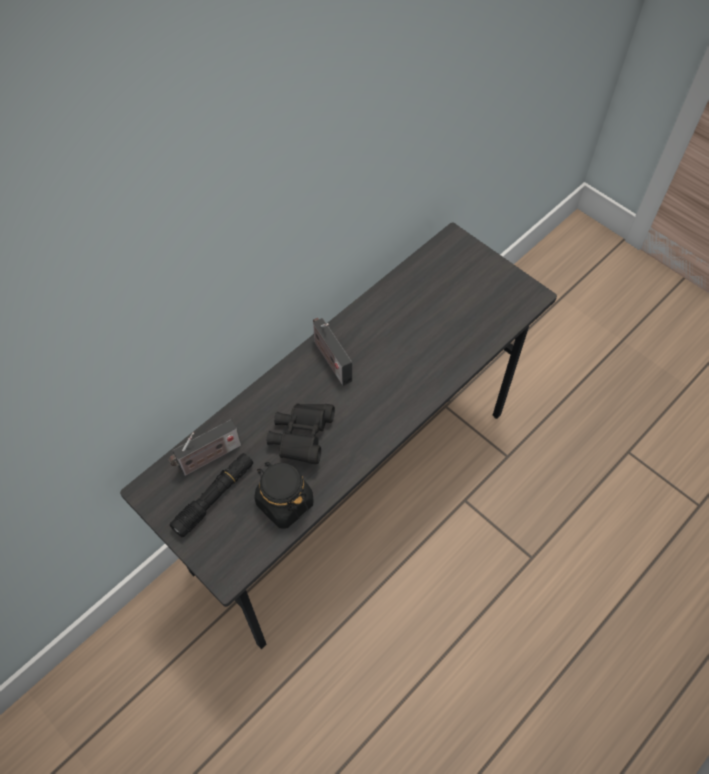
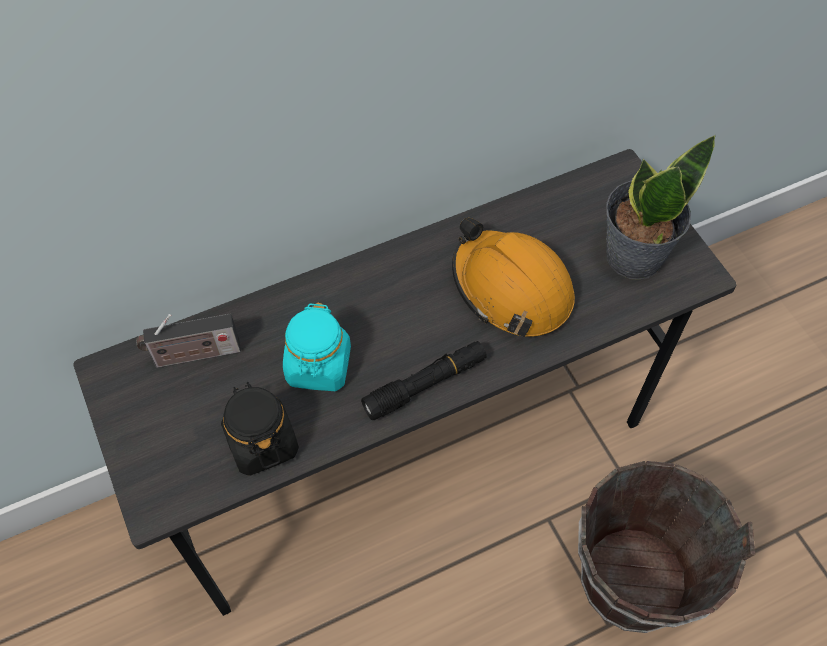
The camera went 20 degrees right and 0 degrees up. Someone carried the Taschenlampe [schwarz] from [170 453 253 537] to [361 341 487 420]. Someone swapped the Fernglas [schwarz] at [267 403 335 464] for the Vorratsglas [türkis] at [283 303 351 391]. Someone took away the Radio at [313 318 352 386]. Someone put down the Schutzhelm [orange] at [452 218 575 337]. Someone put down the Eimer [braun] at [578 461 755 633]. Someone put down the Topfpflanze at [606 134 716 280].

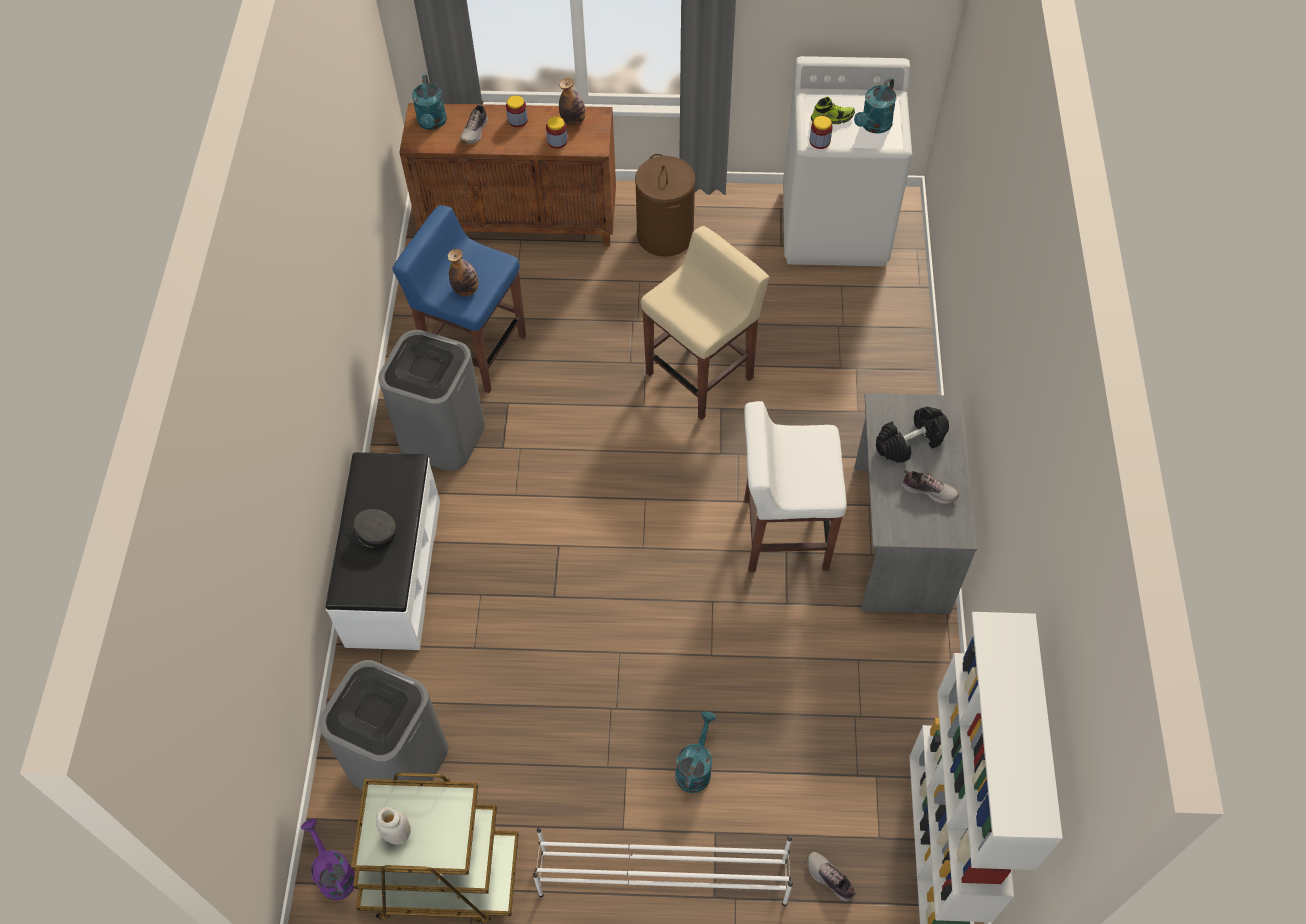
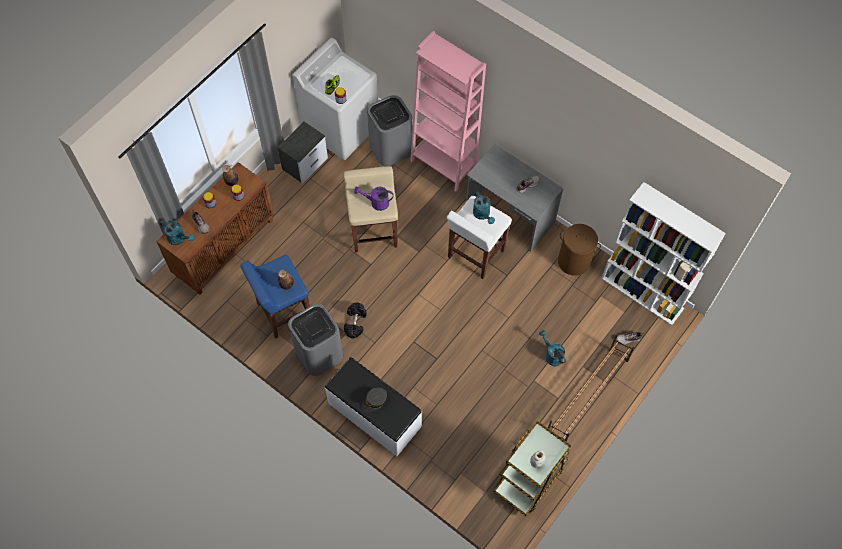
The camera went 55 degrees left and 5 degrees up. Someone carried the Gießkanne [lila] from [301 819 355 900] to [354 187 394 211]. Someone carried the Mülleimer [grau] from [319 660 448 790] to [367 95 412 166]. Someone repainted the Schuhregal [weiß] at [533 828 793 906], which became the Schuhregal [braun] at [547 335 634 441]. Someone carried the Wäschekorb [braun] from [635 154 695 257] to [558 224 601 276]. Someone carried the Gießkanne [türkis] from [854 77 897 134] to [473 191 495 224]. Someone carried the Hantel [schwarz] from [876 407 949 463] to [344 303 367 338]. Someone put down the Nachttisch at [277 122 328 184]. Someone put down the Bücherregal [rosa] at [410 31 486 192].

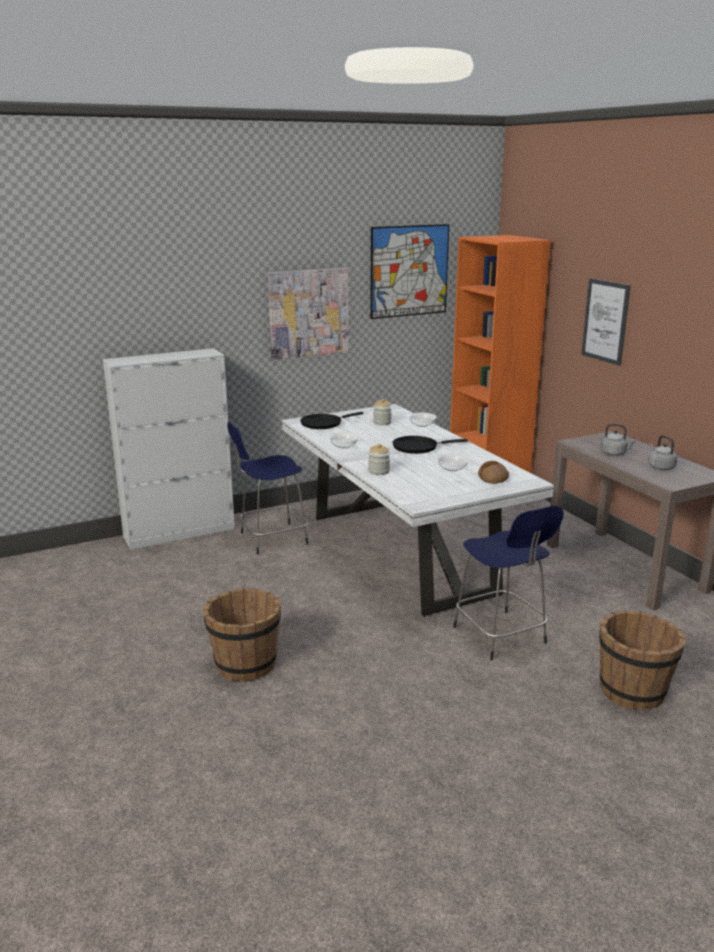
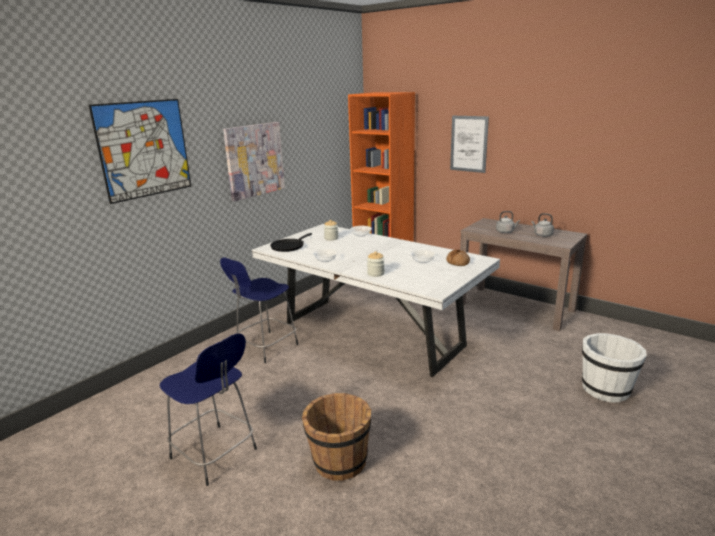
The camera went 25 degrees left and 0 degrees up. Someone took away the Schrank [weiß] at [103 348 235 550]. Someone carried the Bild from [370 224 449 319] to [89 99 192 204]. Someone took away the Pfanne [schwarz] at [393 436 468 454]. Someone carried the Hocker [blau] from [453 506 564 660] to [160 334 257 486]. Someone repainted the Eimer [braun] at [599 610 686 710], which became the Eimer [weiß] at [582 333 647 403].

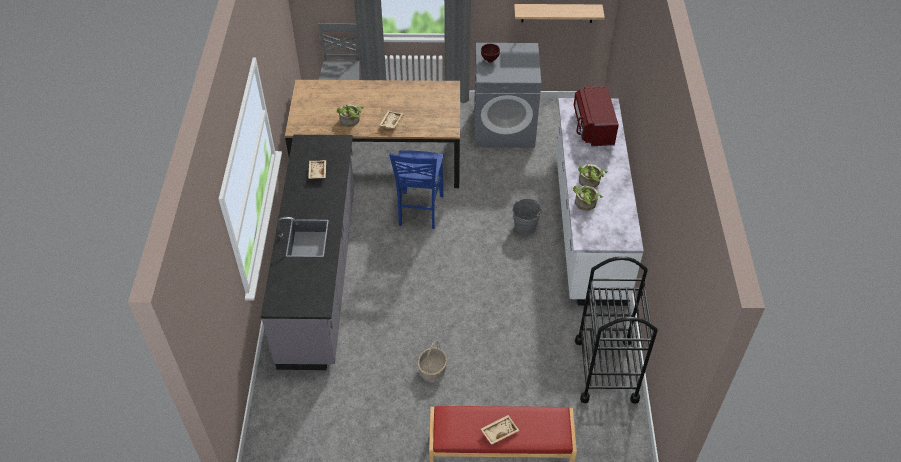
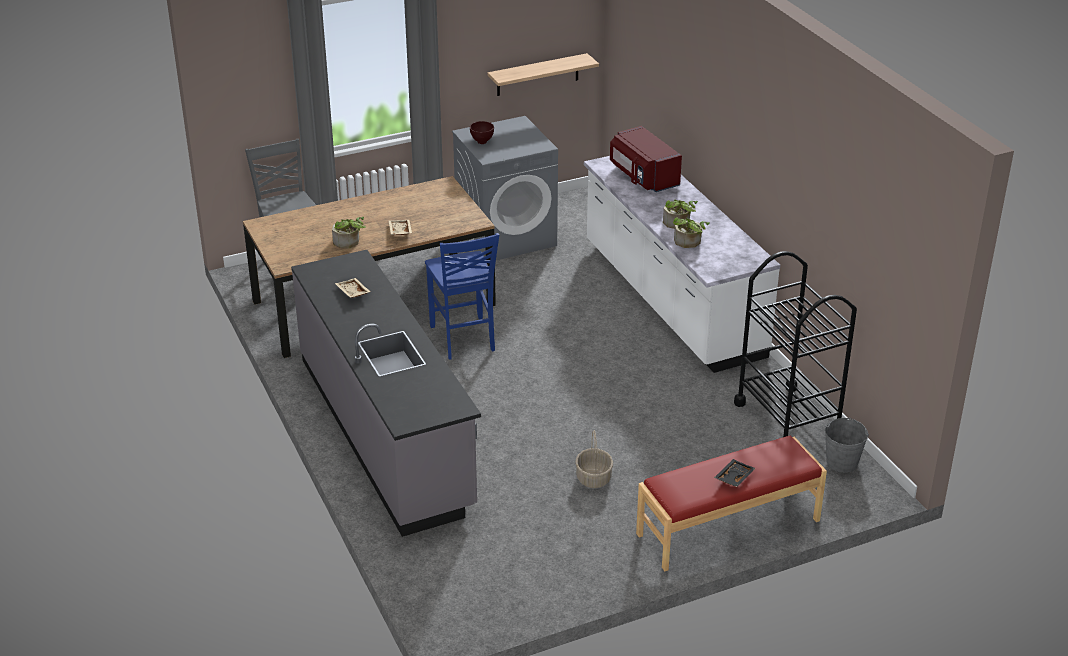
The camera went 25 degrees left and 15 degrees down. Someone repainted the Tablett [beige] at [481 415 520 445], which became the Tablett [schwarz] at [714 459 756 487]. Someone carried the Eimer [grau] from [512 198 542 235] to [825 418 869 473].

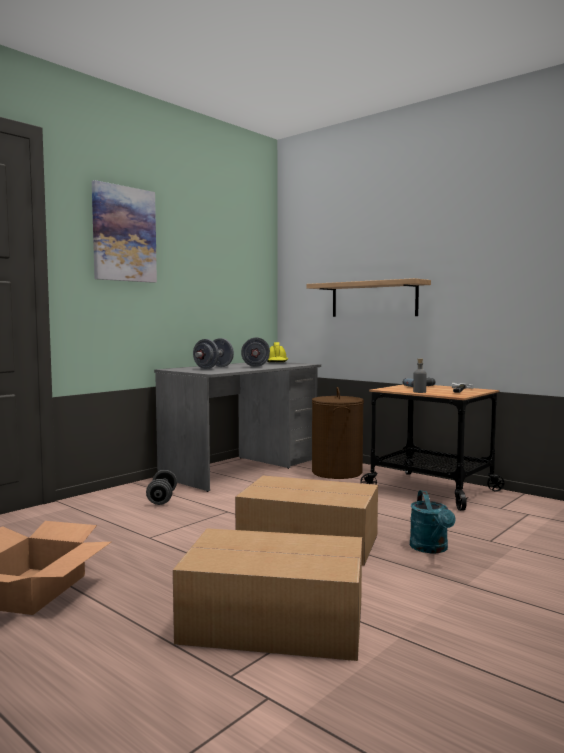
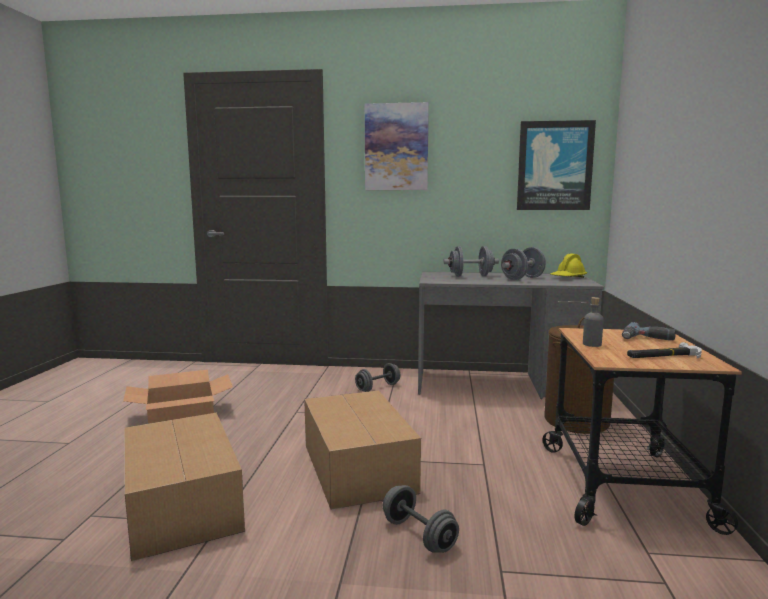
The camera went 55 degrees right and 5 degrees up. Someone took away the Wandregal at [307 278 431 317]. Someone swapped the Gießkanne [türkis] at [410 490 456 553] for the Hantel [grau] at [383 485 459 553]. Someone put up the Bild at [517 120 596 210].

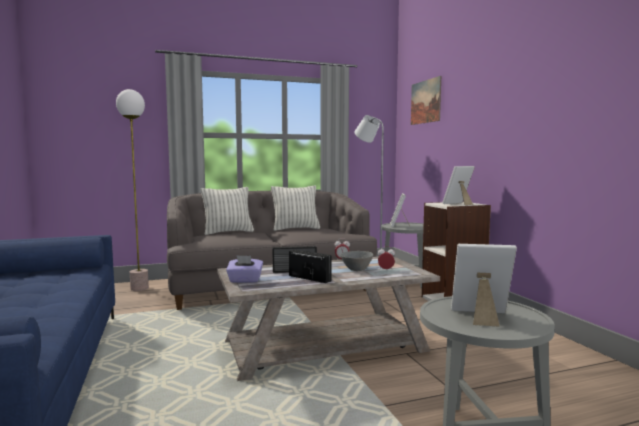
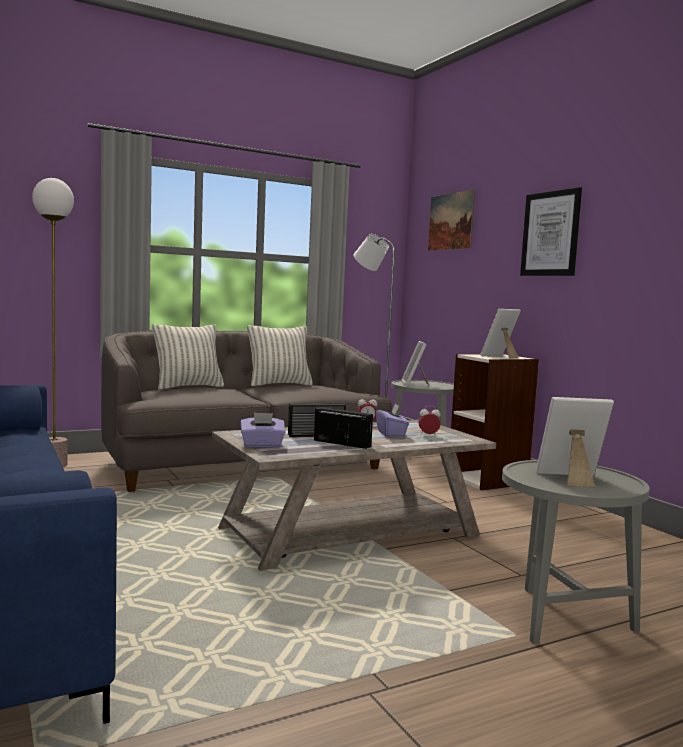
The camera went 10 degrees left and 0 degrees up. Someone swapped the Schüssel [grau] at [340 251 373 271] for the Taschentuchbox [lila] at [376 403 409 437]. Someone put up the Bild at [520 187 582 276].

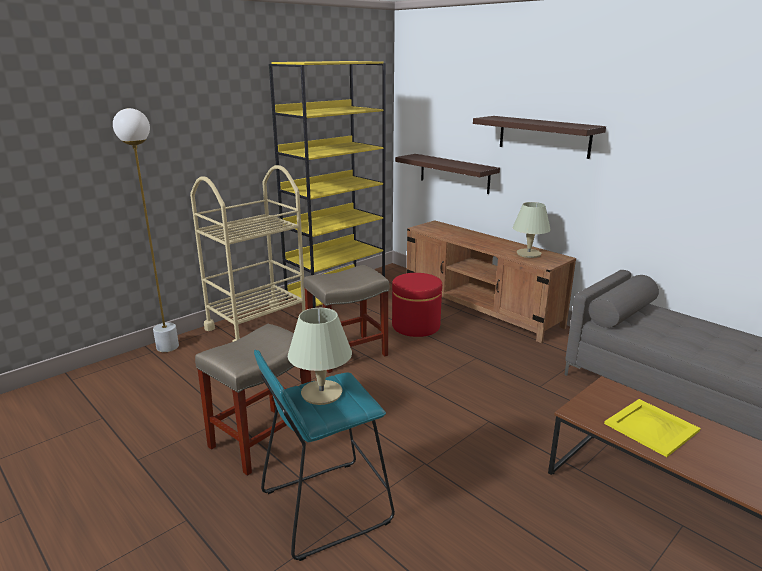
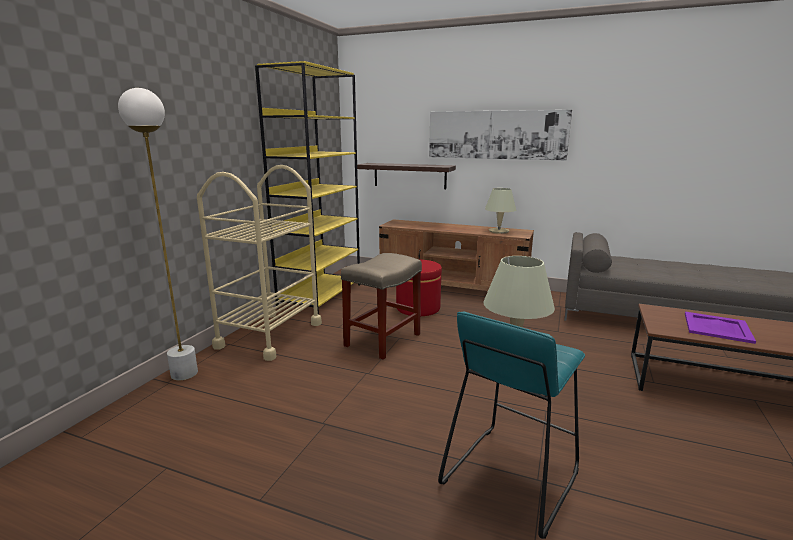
The camera went 25 degrees left and 5 degrees down. Someone took away the Hocker [beige] at [195 324 311 476]. Someone swapped the Wandregal at [473 116 606 159] for the Bild at [429 110 572 161]. Someone repainted the Tablett [gelb] at [604 399 701 457], which became the Tablett [lila] at [685 312 756 344].

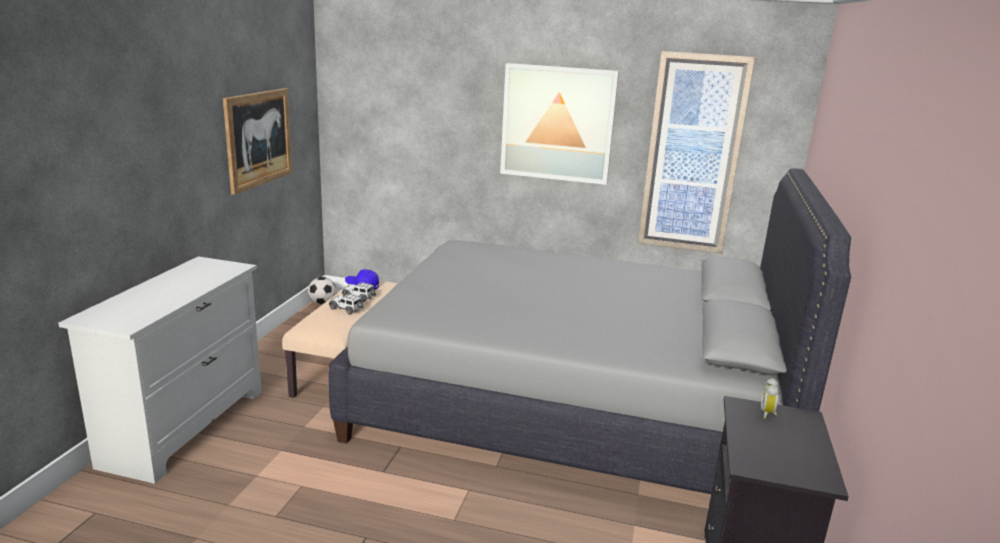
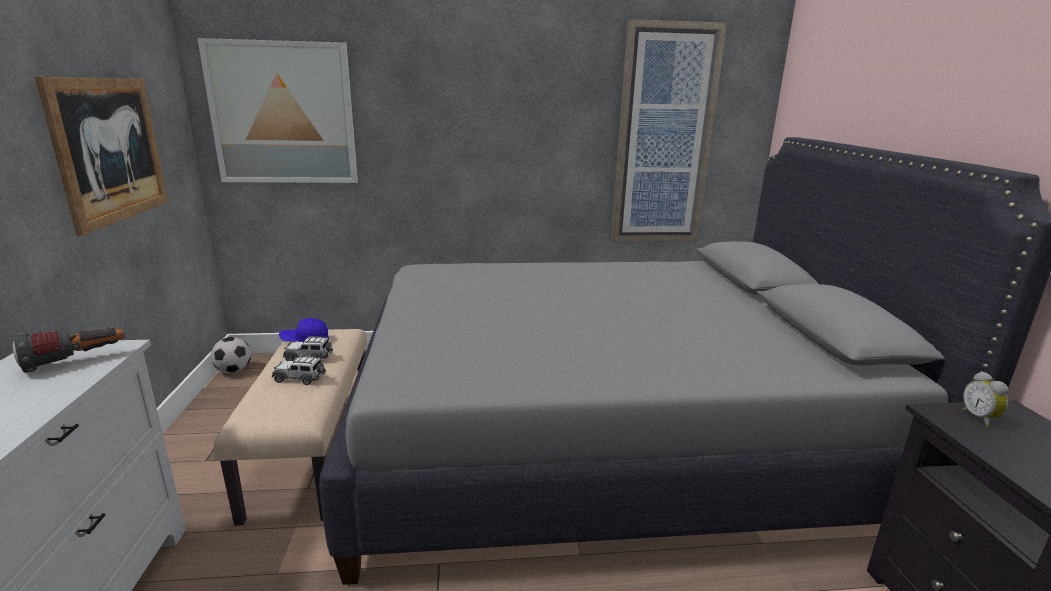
The camera went 20 degrees left and 0 degrees up. Someone carried the Bild from [500 63 619 185] to [198 38 358 183]. Someone put down the Taschenlampe at [13 328 125 373].

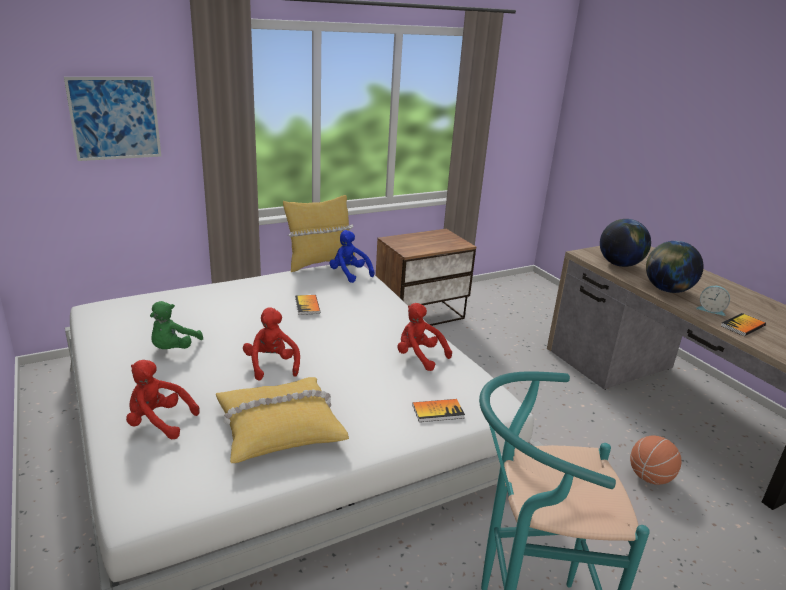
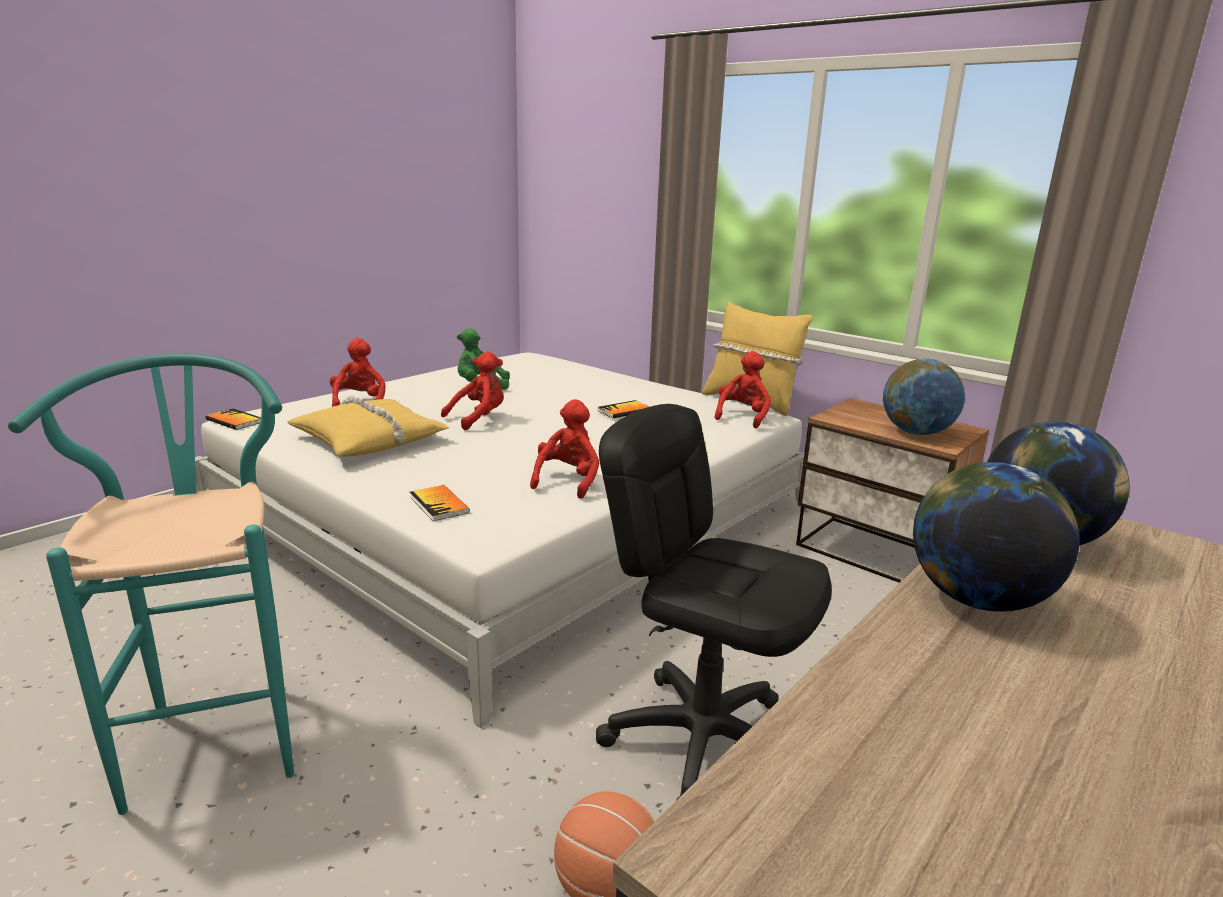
The camera went 70 degrees right and 5 degrees down. Someone took away the Bild at [64 77 161 161]. Someone repainted the Plüschtier [blau] at [329 230 375 283], which became the Plüschtier [rot] at [714 351 771 428]. Someone took away the Wecker at [696 286 730 316]. Someone carried the Buch from [721 313 766 336] to [205 408 261 430]. Someone put down the Bürostuhl [schwarz] at [596 404 832 799]. Someone put down the Globus at [883 359 965 435].

